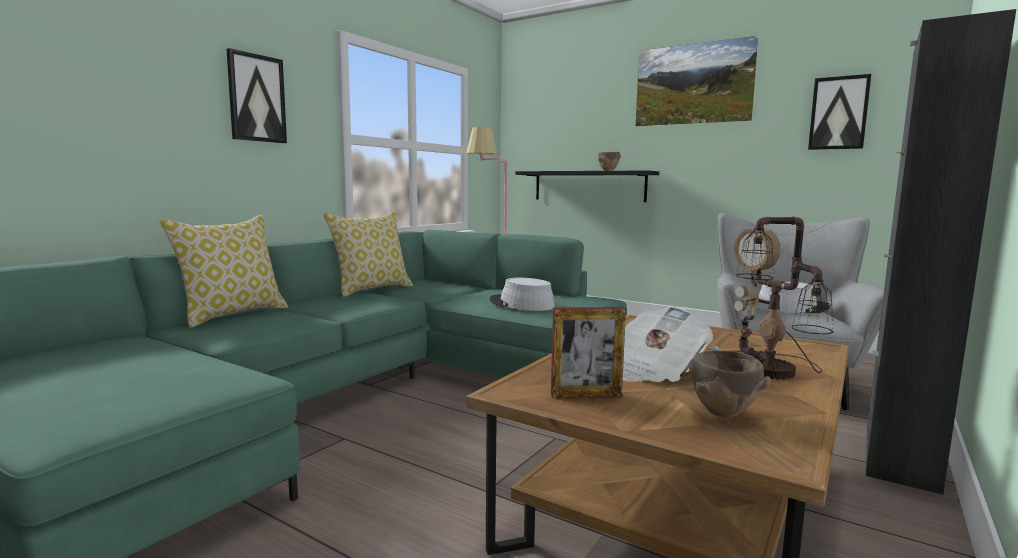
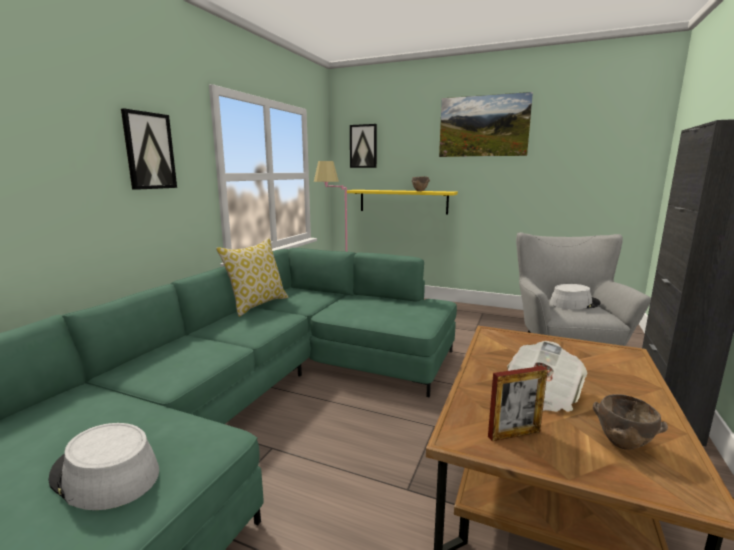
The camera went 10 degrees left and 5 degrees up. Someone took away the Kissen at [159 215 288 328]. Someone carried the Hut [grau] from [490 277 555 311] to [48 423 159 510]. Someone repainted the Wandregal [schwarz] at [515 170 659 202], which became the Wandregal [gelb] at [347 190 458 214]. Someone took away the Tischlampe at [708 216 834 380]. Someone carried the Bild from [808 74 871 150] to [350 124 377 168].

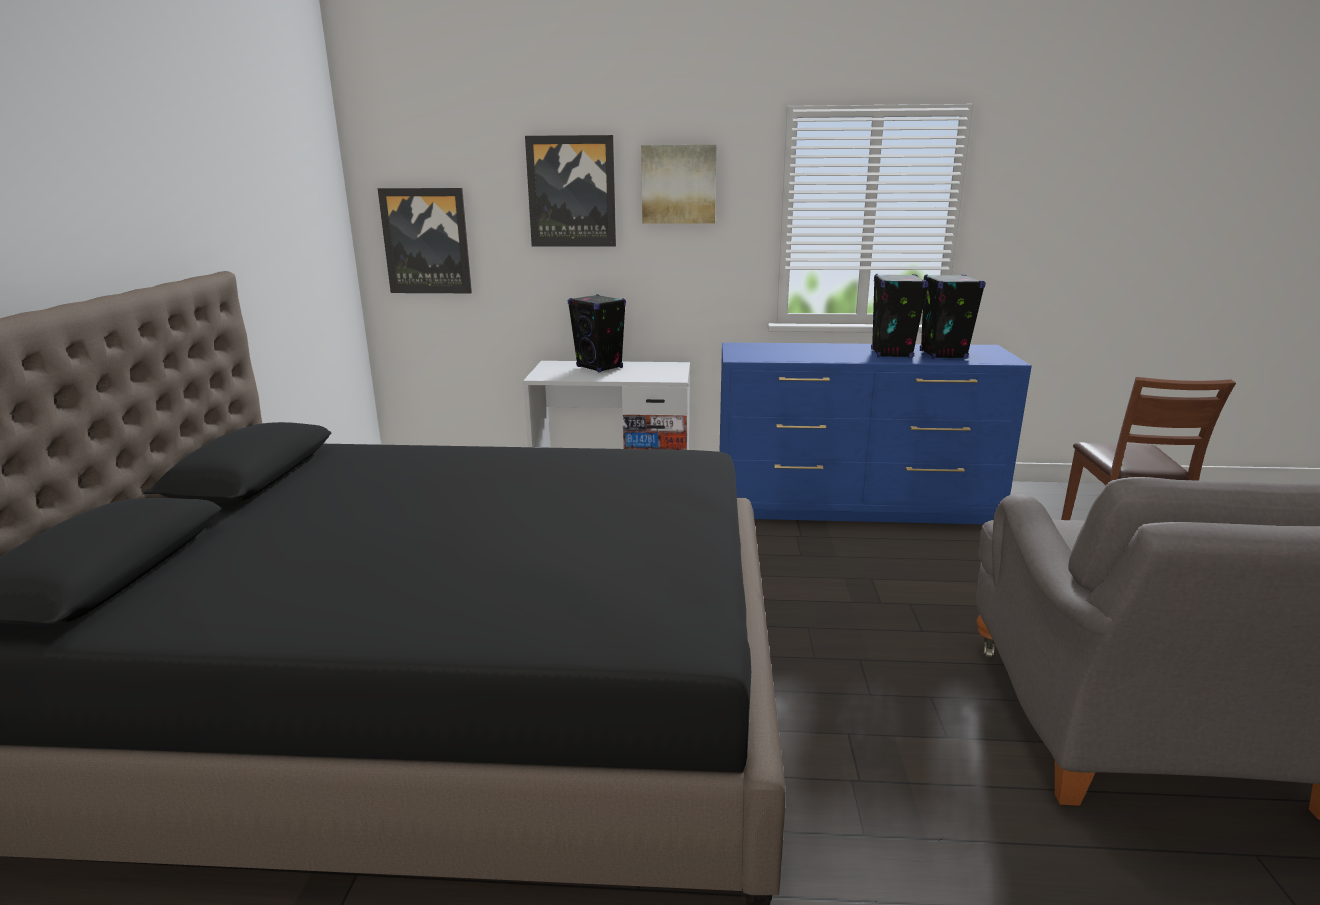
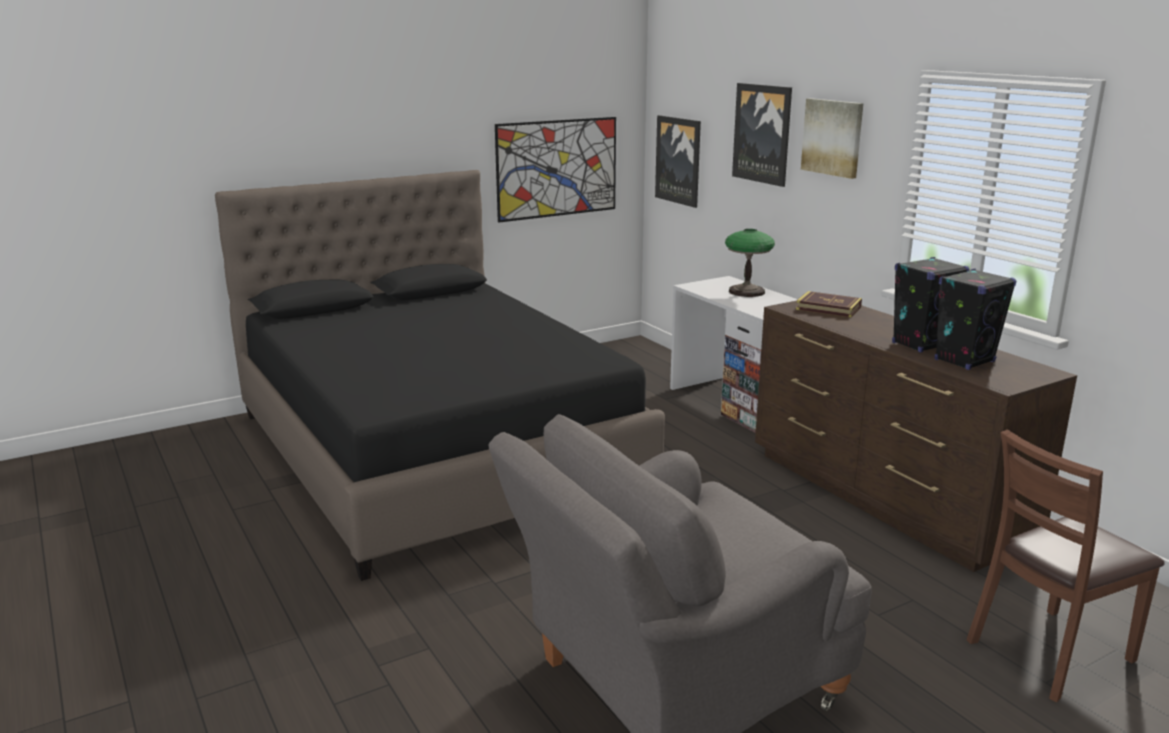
The camera went 55 degrees right and 0 degrees up. Someone swapped the Lautsprecher [schwarz] at [568 294 626 373] for the Tischlampe at [725 229 775 297]. Someone repainted the Kommode [blau] at [719 342 1032 524], which became the Kommode [braun] at [755 301 1077 572]. Someone put up the Bild at [495 117 616 223]. Someone put down the Buch at [796 291 862 318].

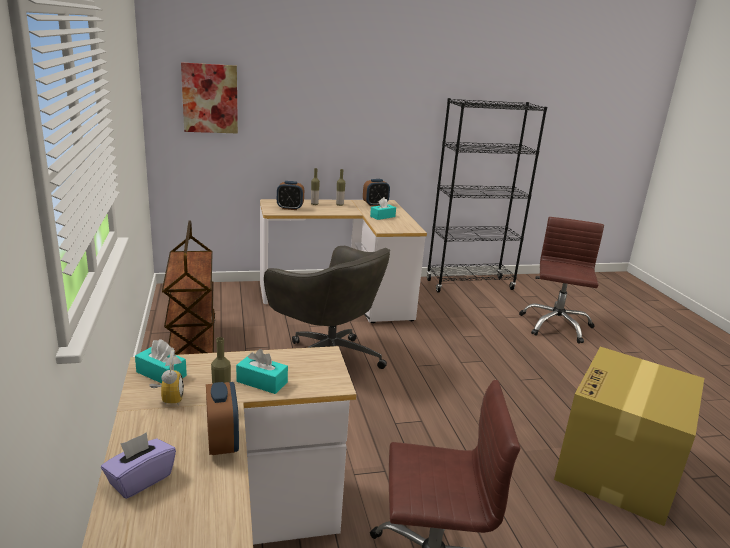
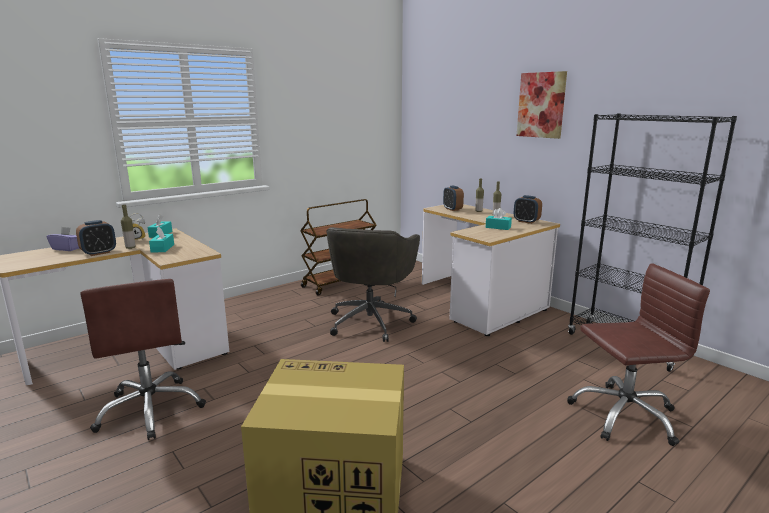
The camera went 65 degrees right and 5 degrees down. Someone carried the Bild from [181 62 238 134] to [517 71 567 139].

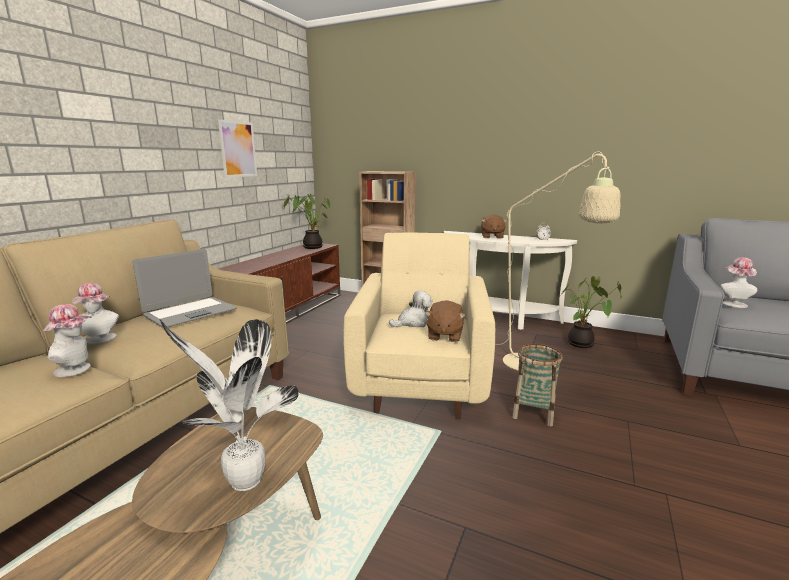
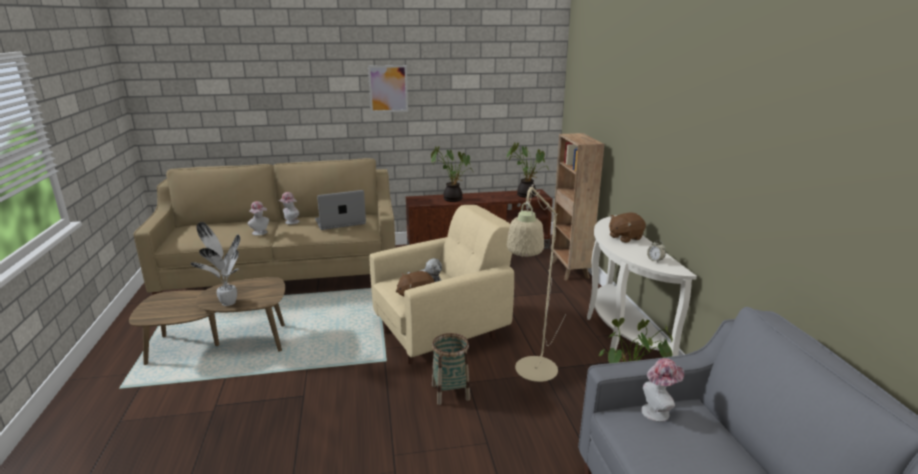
The camera went 55 degrees right and 5 degrees up. Someone rotated the Laptop at [133 249 236 328] by 150 degrees clockwise. Someone carried the Bild from [218 119 257 178] to [368 65 408 113]. Someone put down the Topfpflanze at [431 146 474 202].

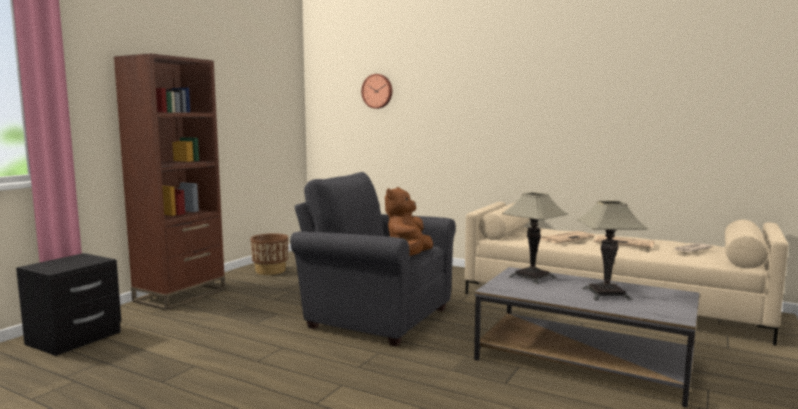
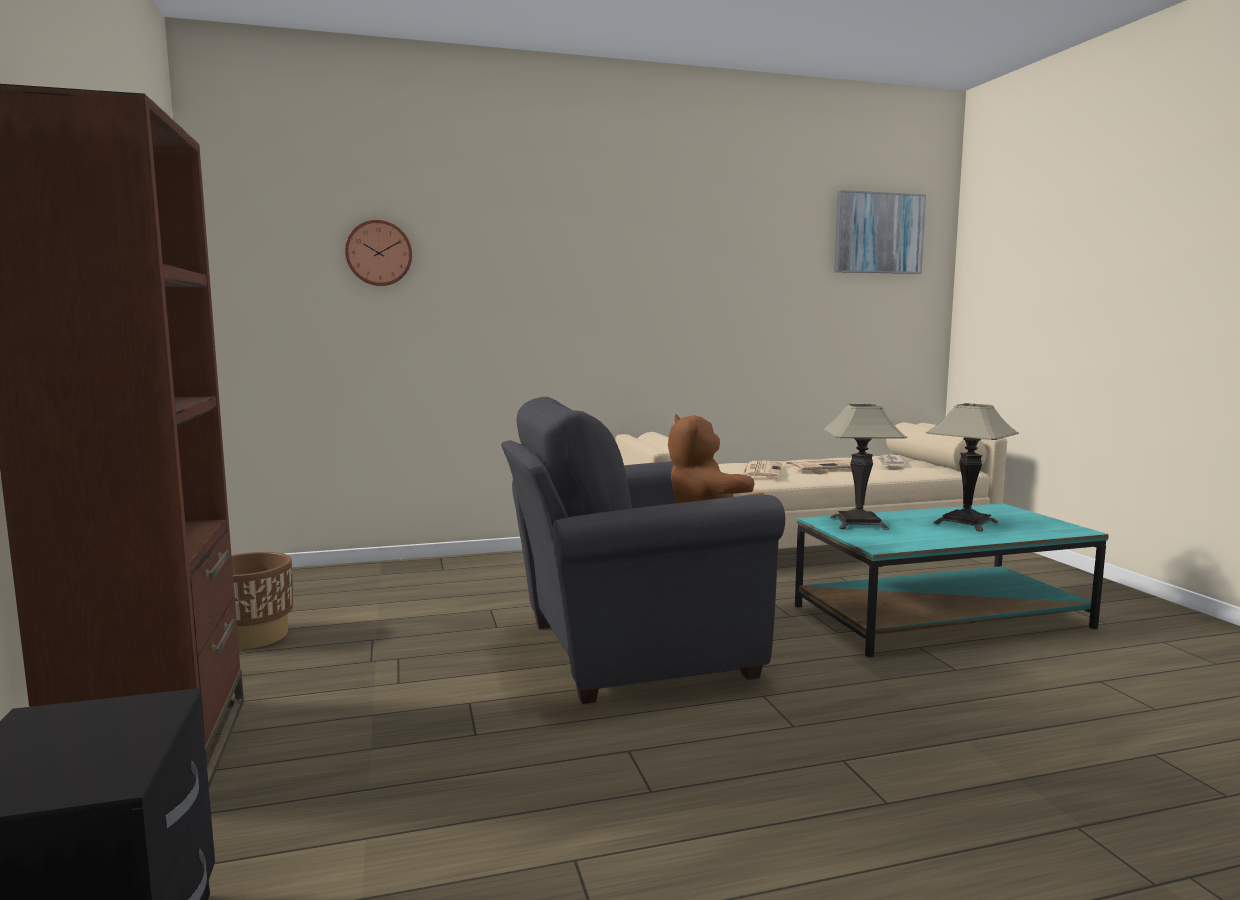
The camera went 45 degrees left and 0 degrees up. Someone repainted the Couchtisch [grau] at [474 267 699 408], which became the Couchtisch [türkis] at [795 503 1108 657]. Someone put up the Bild at [834 190 926 274].

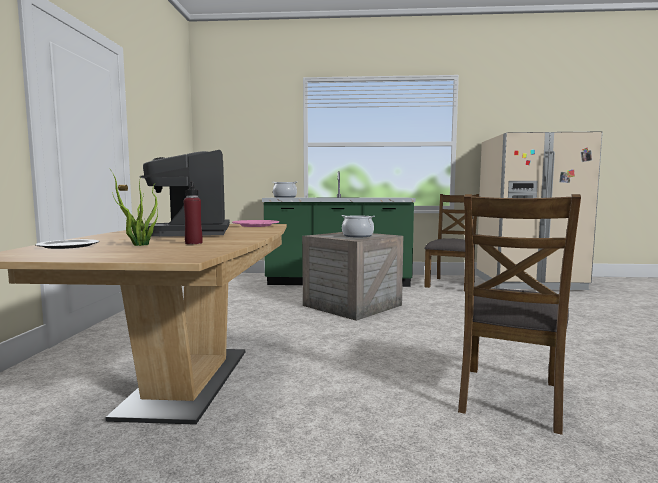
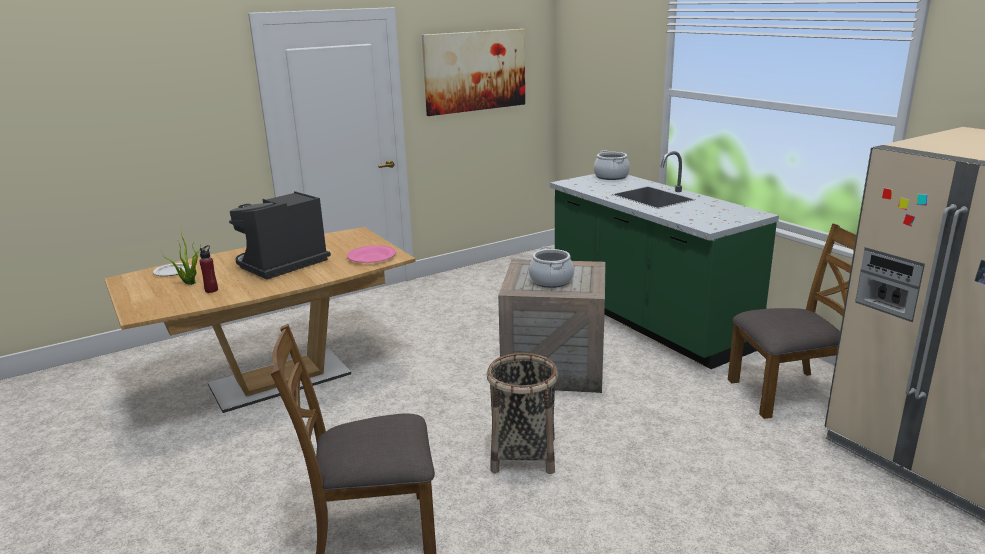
The camera went 55 degrees right and 15 degrees up. Someone put up the Bild at [422 29 525 116]. Someone put down the Korb at [487 353 558 474].

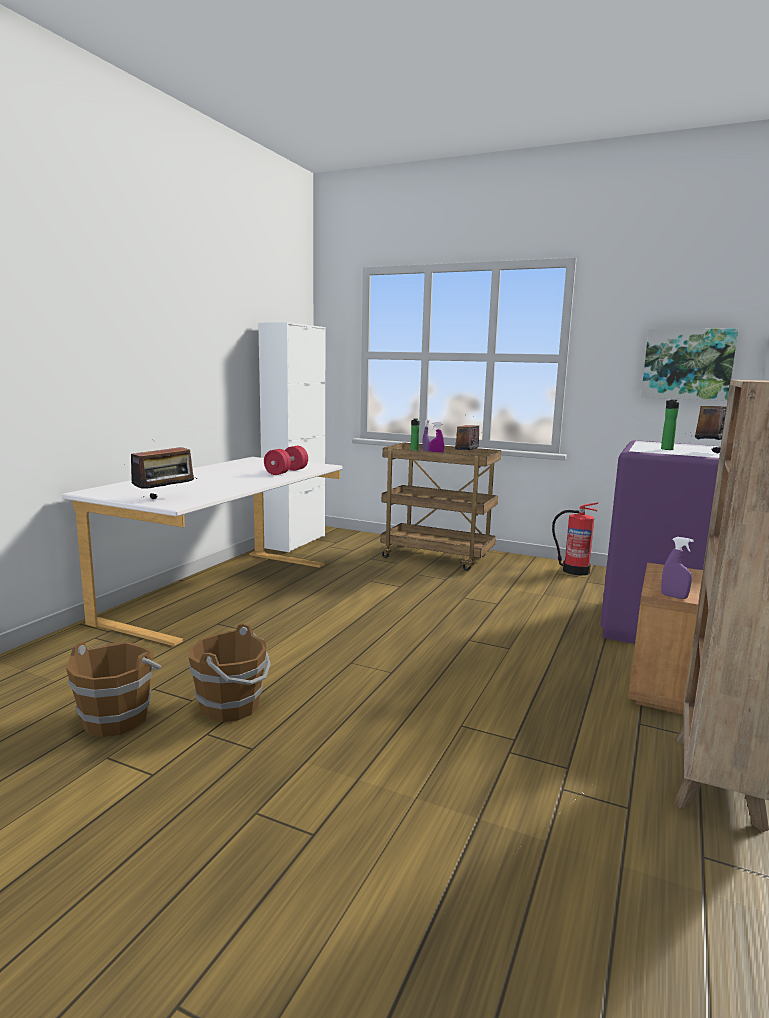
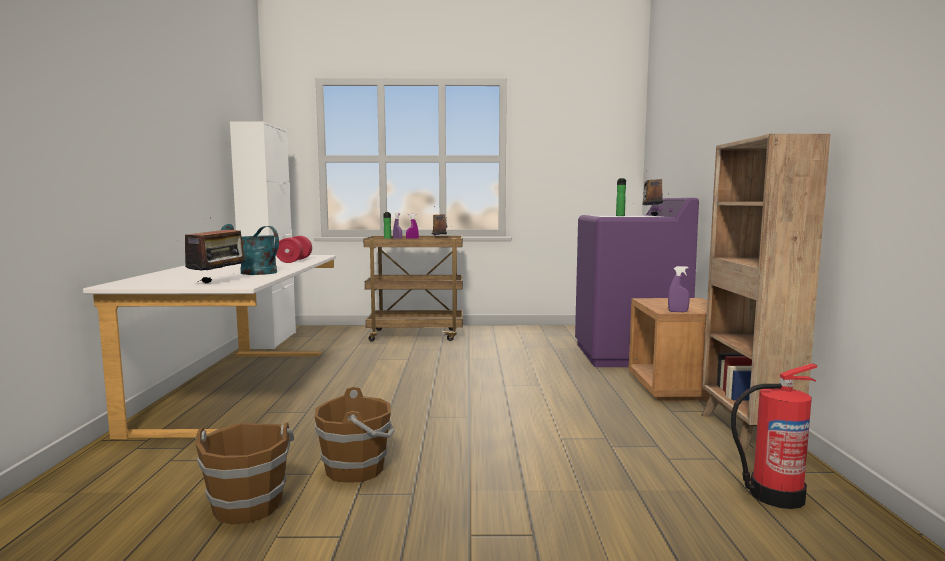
The camera went 25 degrees left and 5 degrees down. Someone carried the Feuerlöscher from [552 502 598 576] to [731 363 817 509]. Someone took away the Bild at [641 329 738 401]. Someone put down the Gießkanne [türkis] at [221 224 279 275].

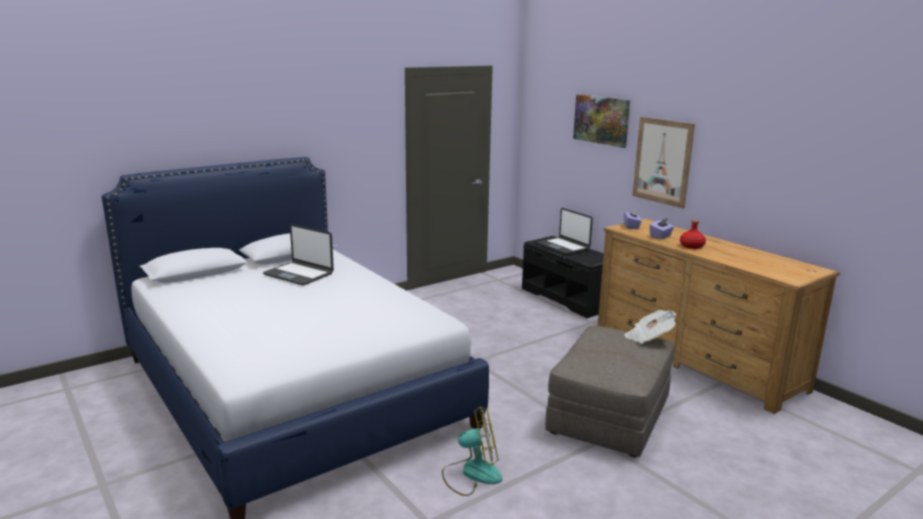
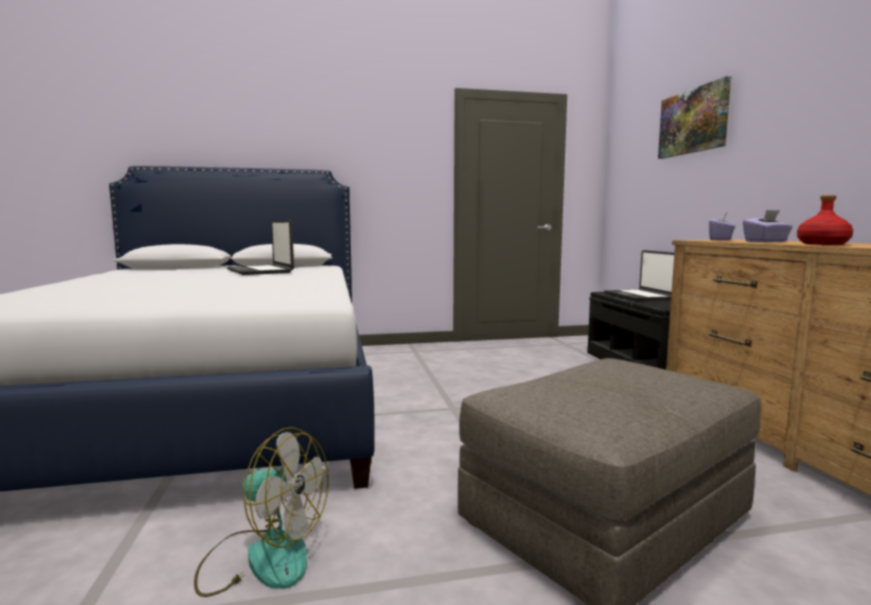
The camera went 25 degrees right and 10 degrees down. Someone took away the Zeitung at [624 310 676 344]. Someone took away the Bild at [632 117 695 209].

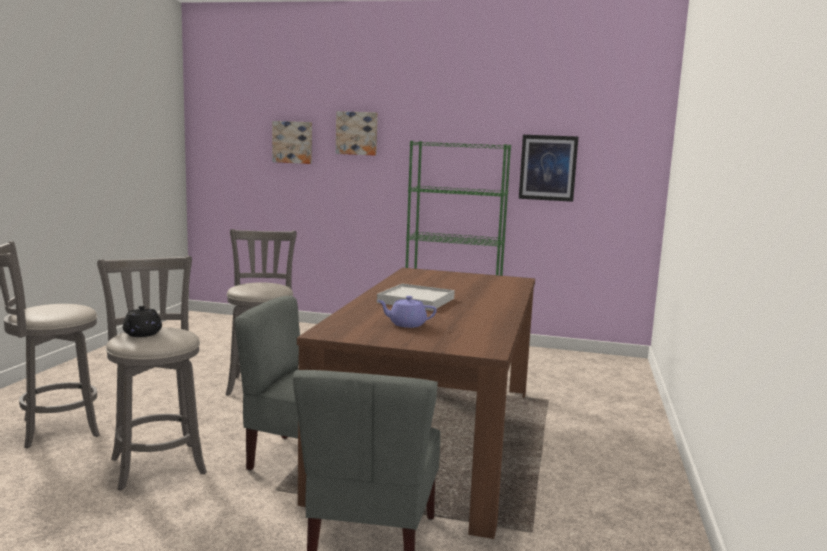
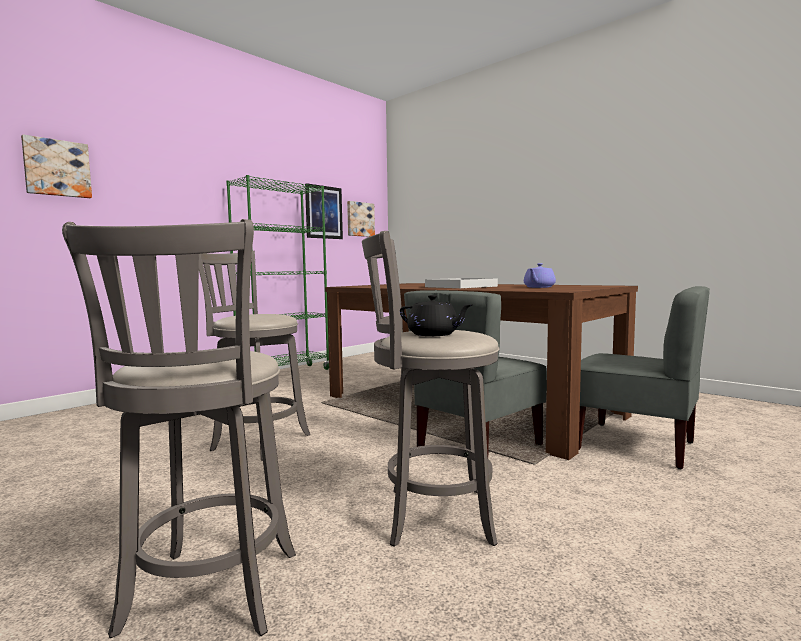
The camera went 60 degrees left and 5 degrees down. Someone carried the Bild from [336 111 378 156] to [347 201 375 237].

